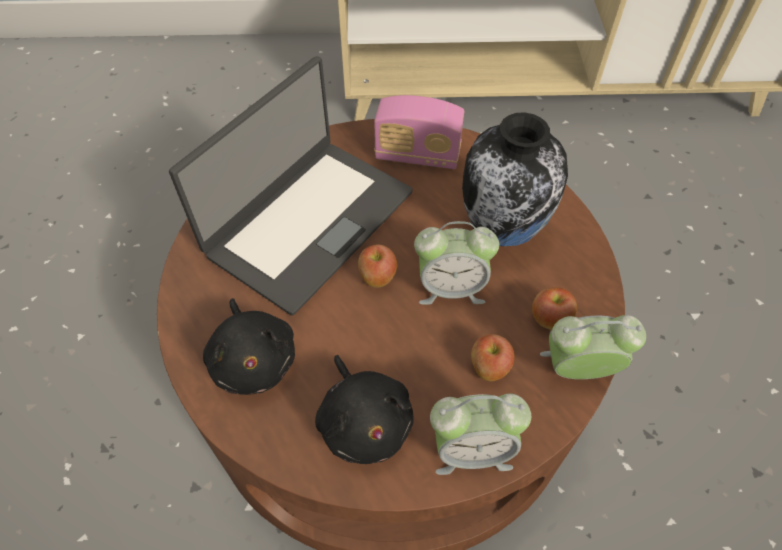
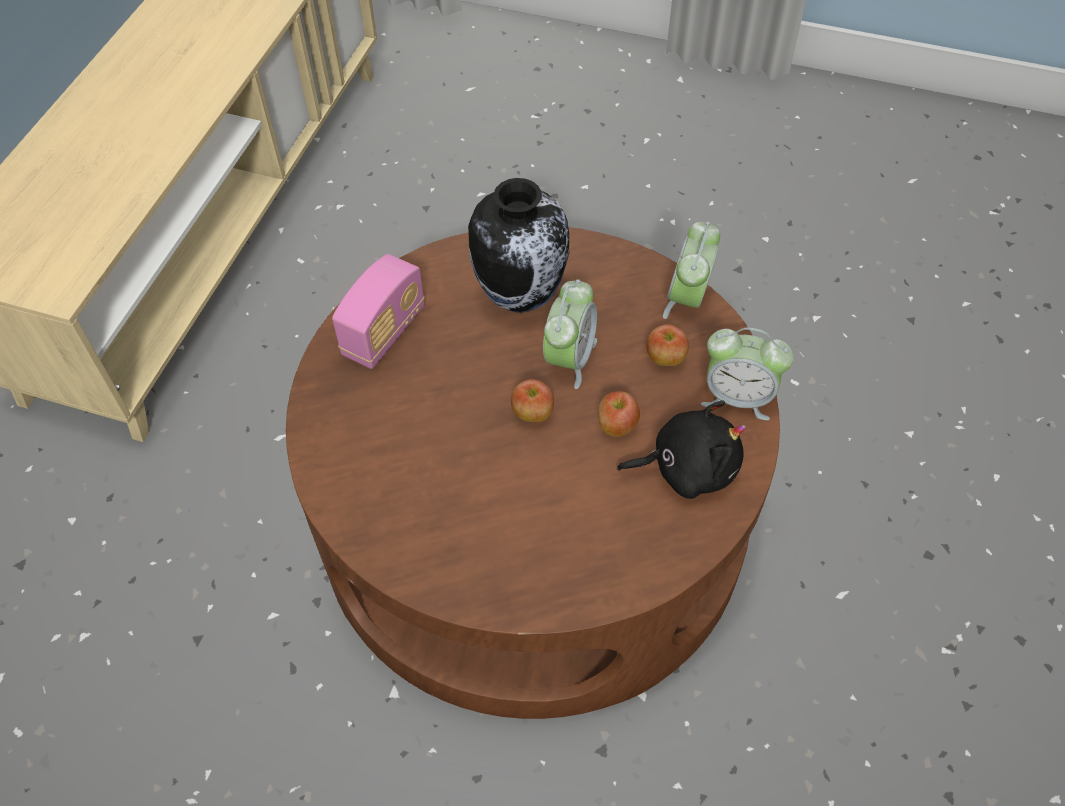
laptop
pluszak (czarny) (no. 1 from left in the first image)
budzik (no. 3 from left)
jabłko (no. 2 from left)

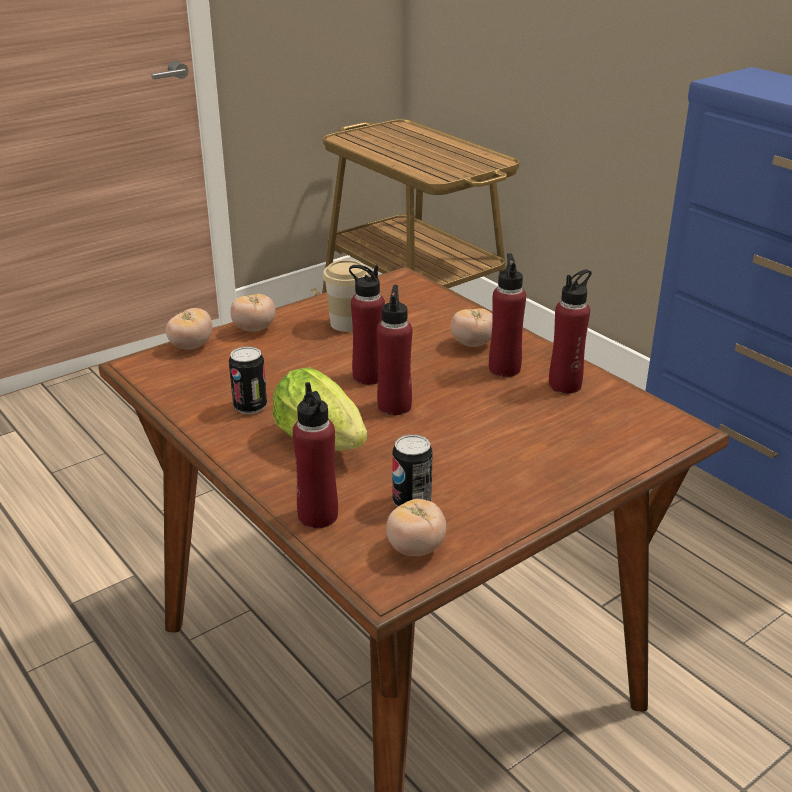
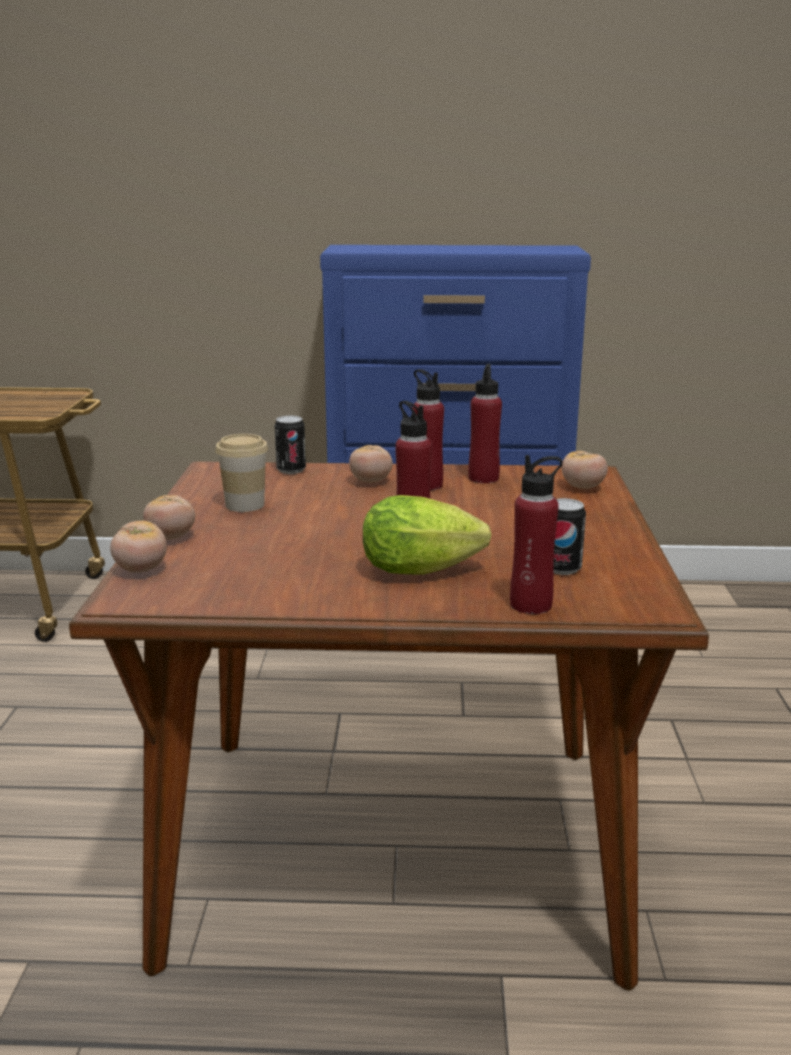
puszka (no. 1 from left)
butelka (czerwony) (no. 2 from left in the first image)
pomidor (no. 4 from left)

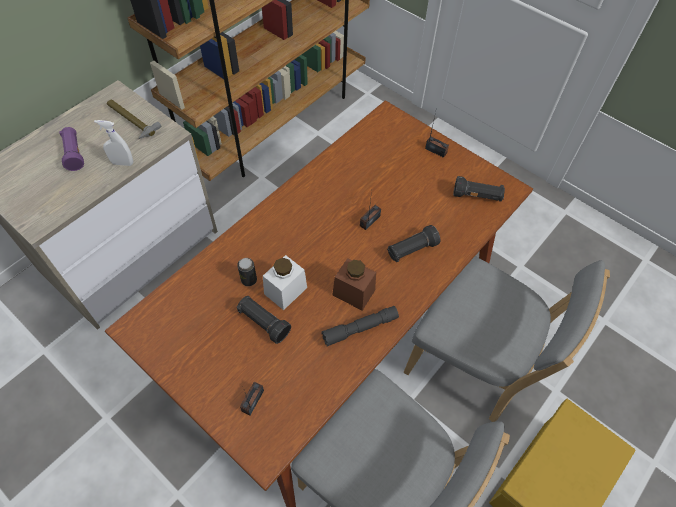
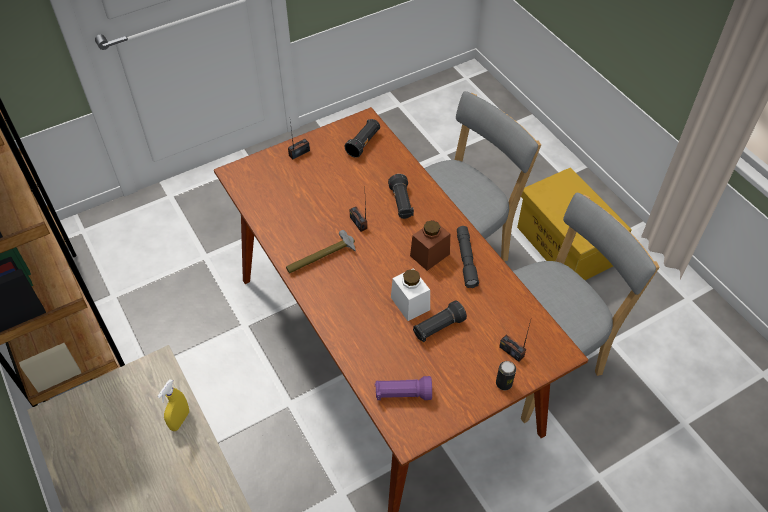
latarka (fioletowy)
spryskiwacz (żółty)
młotek
puszka

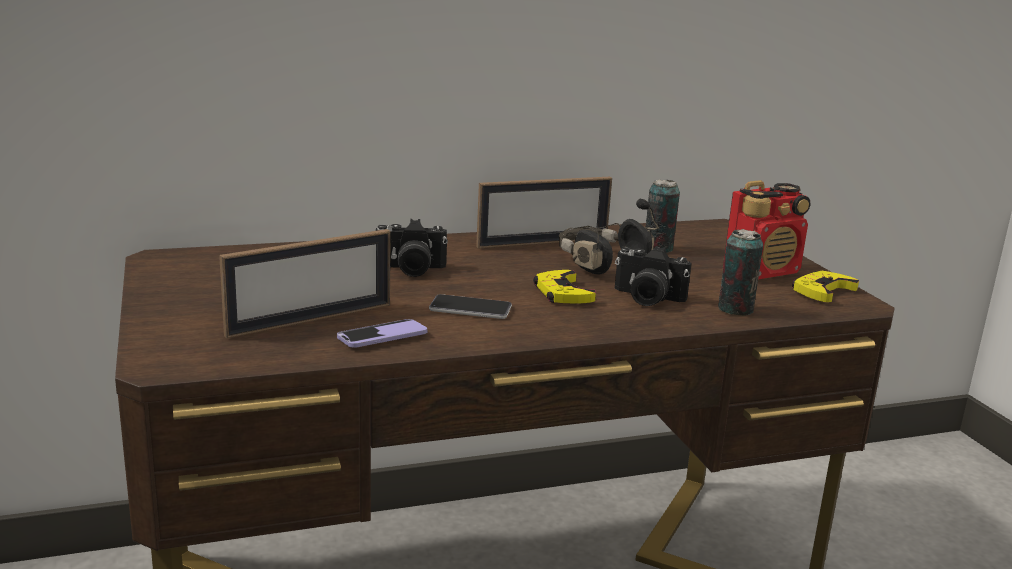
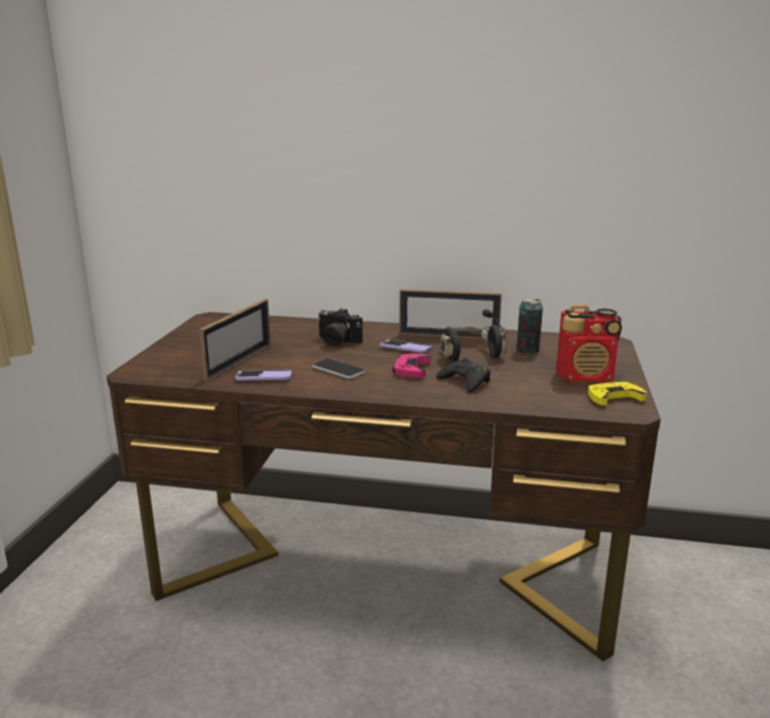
ramka na zdjęcie (no. 1 from left)
pad do gier (różowy)
pad do gier (czarny)
puszka (no. 2 from left in the first image)
telefon (no. 3 from left)

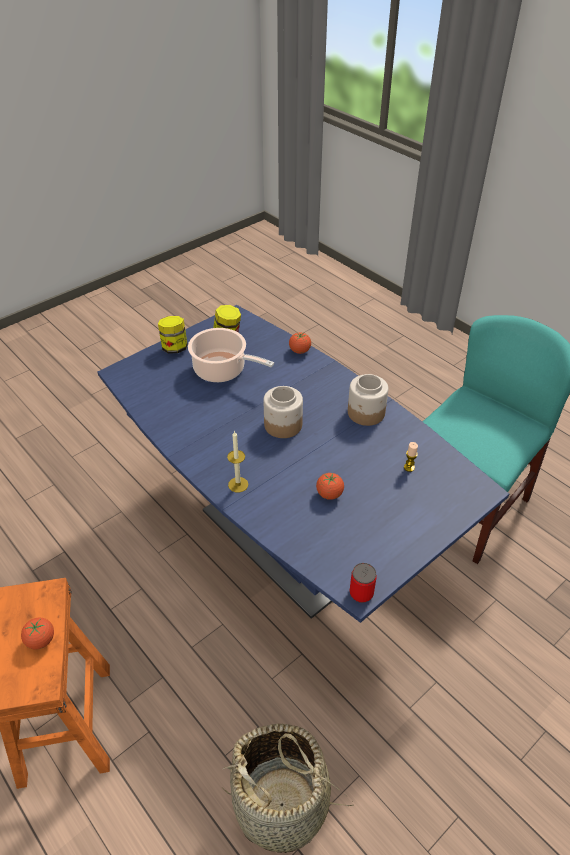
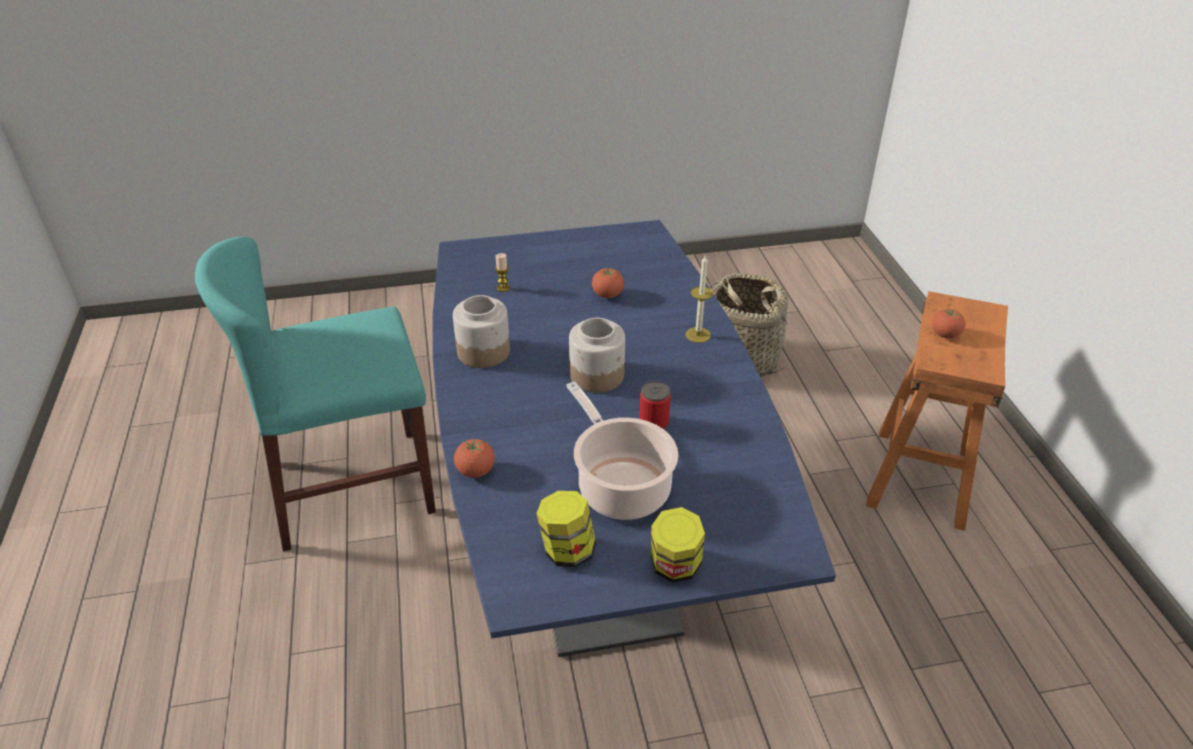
puszka

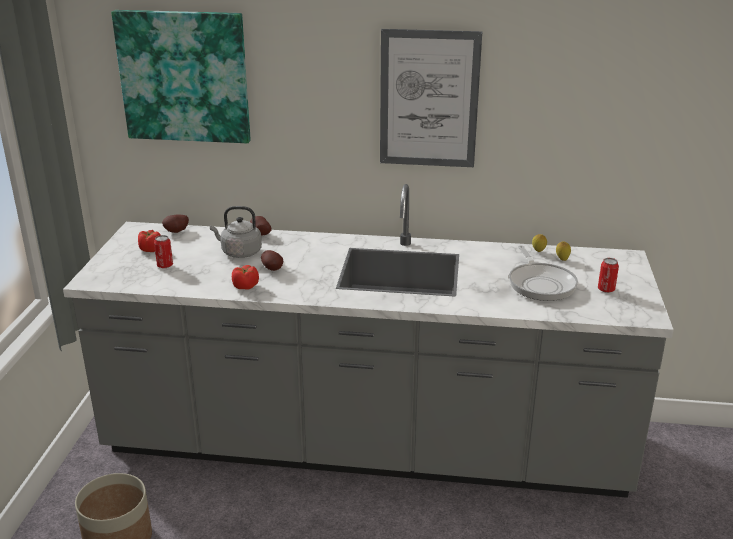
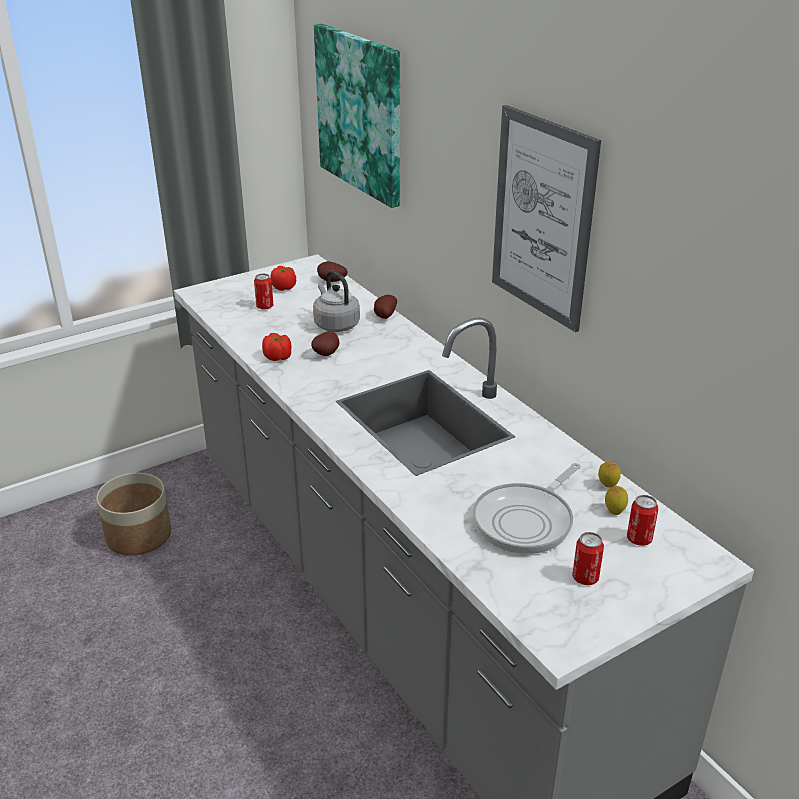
puszka (no. 3 from left)

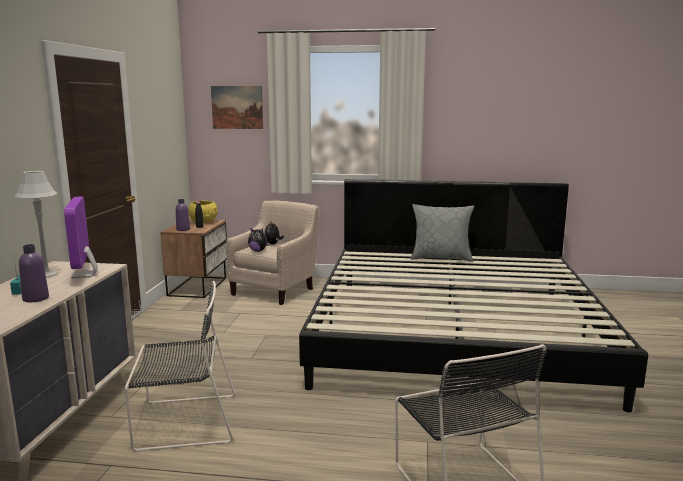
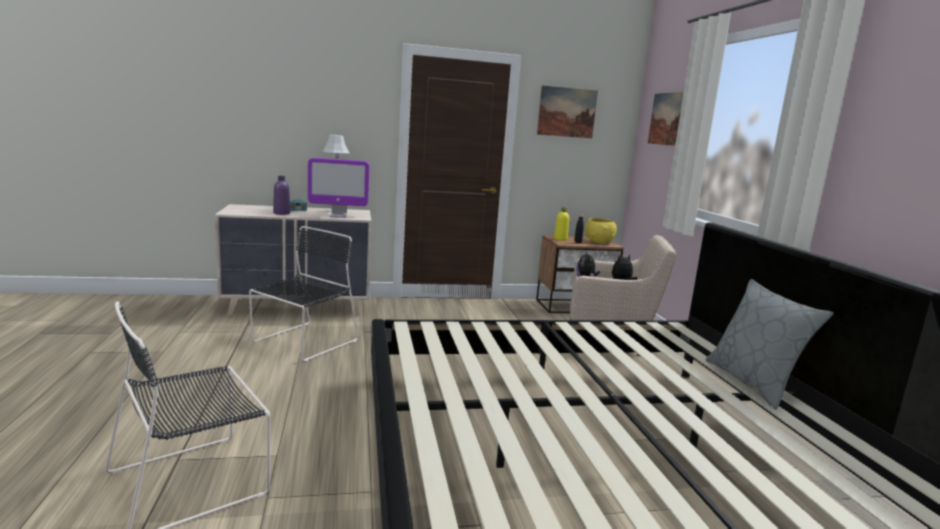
monitor
krzesło (czarny) (no. 2 from left)
butelka (żółty)
obraz (no. 1 from left)

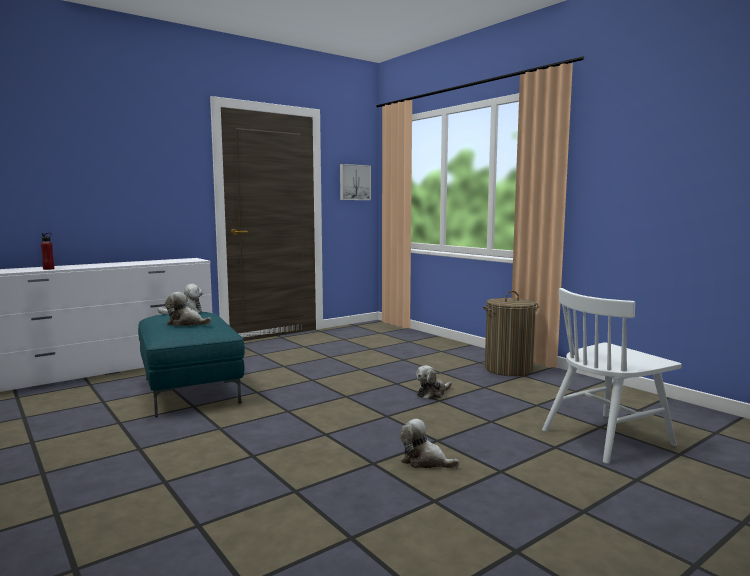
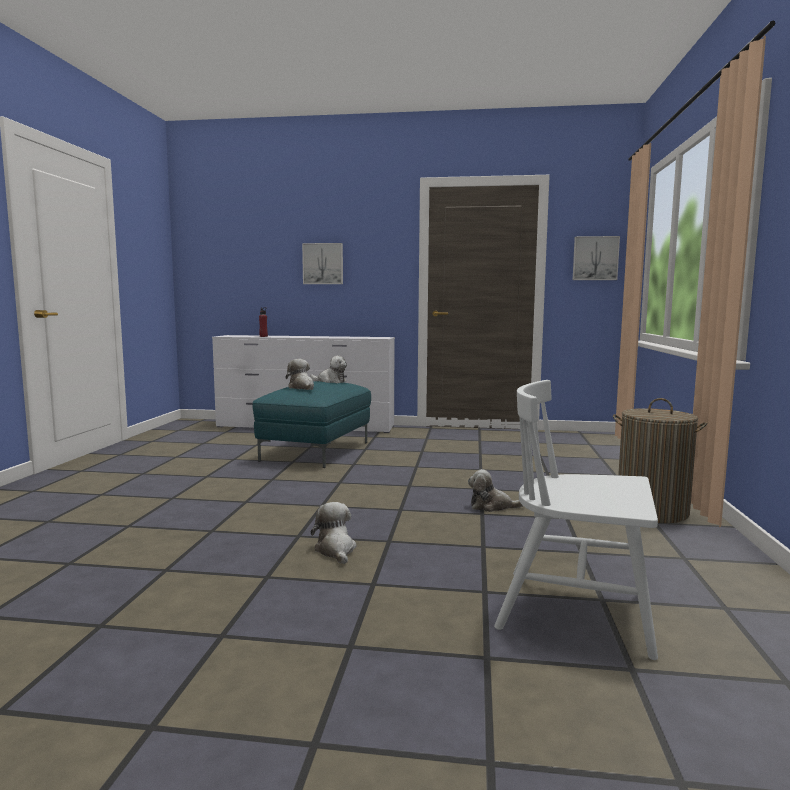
obraz (no. 1 from left)

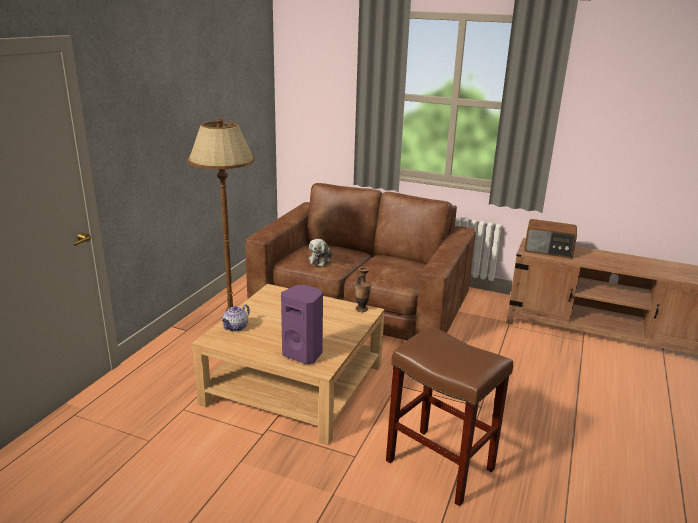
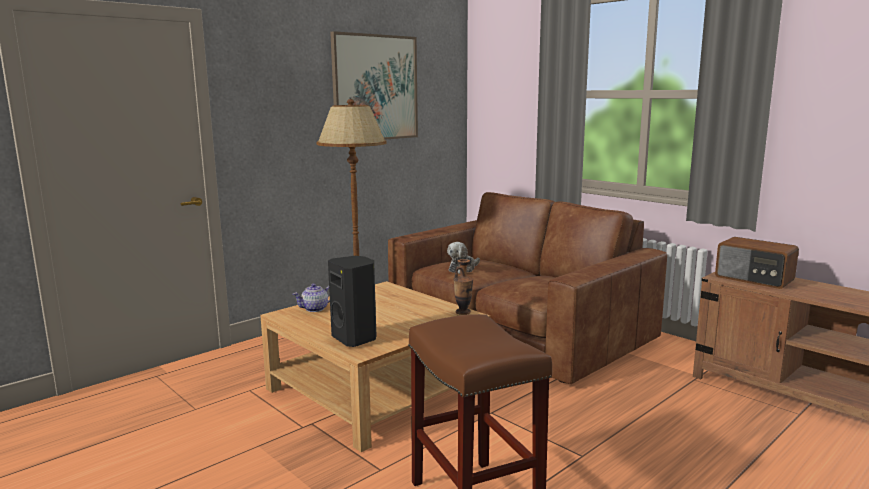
głośnik (czarny)
obraz

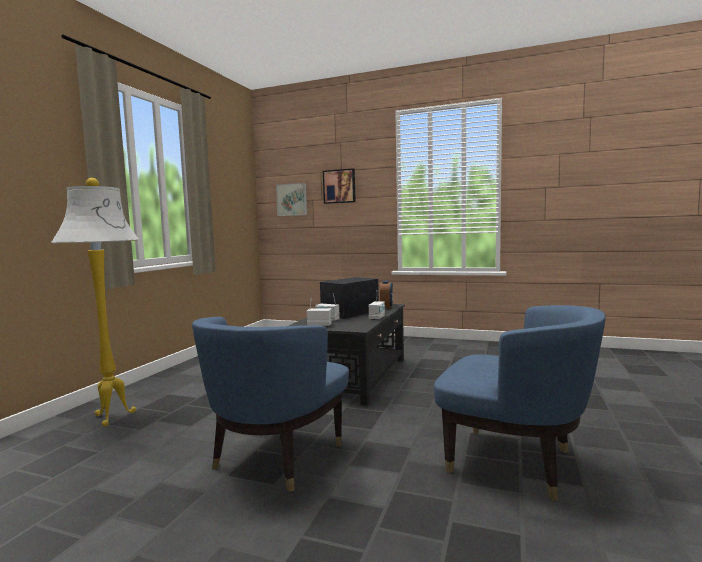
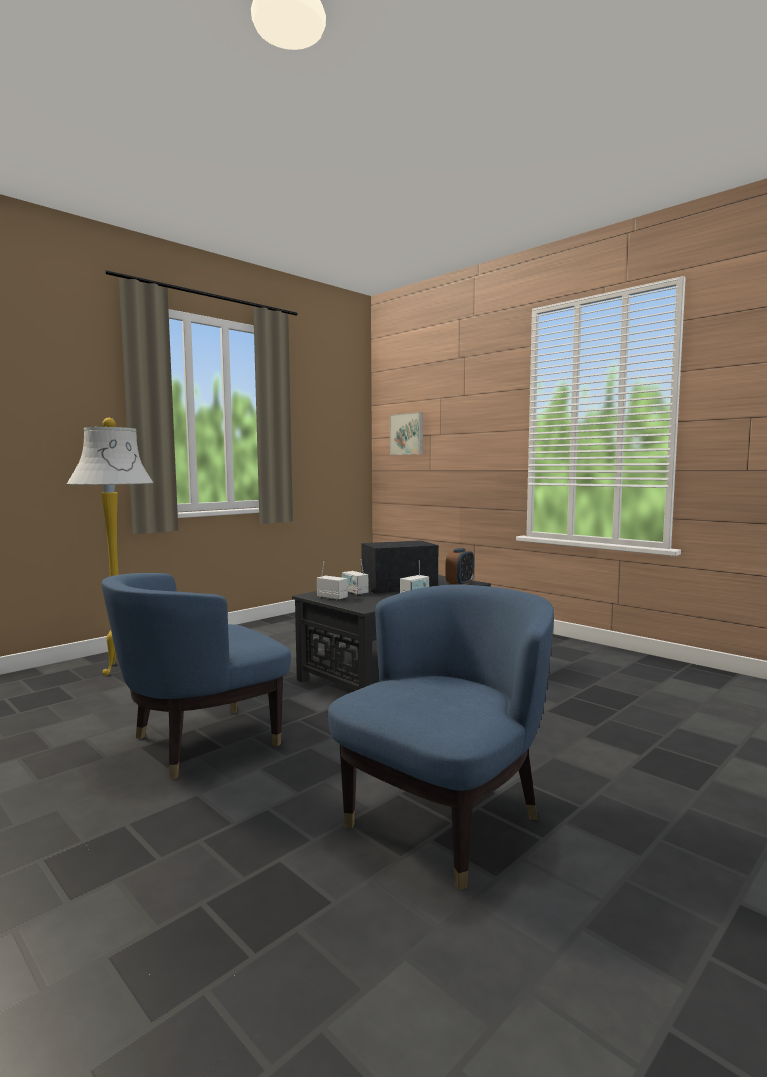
obraz (no. 2 from left in the first image)
fotel (niebieski) (no. 2 from left)

